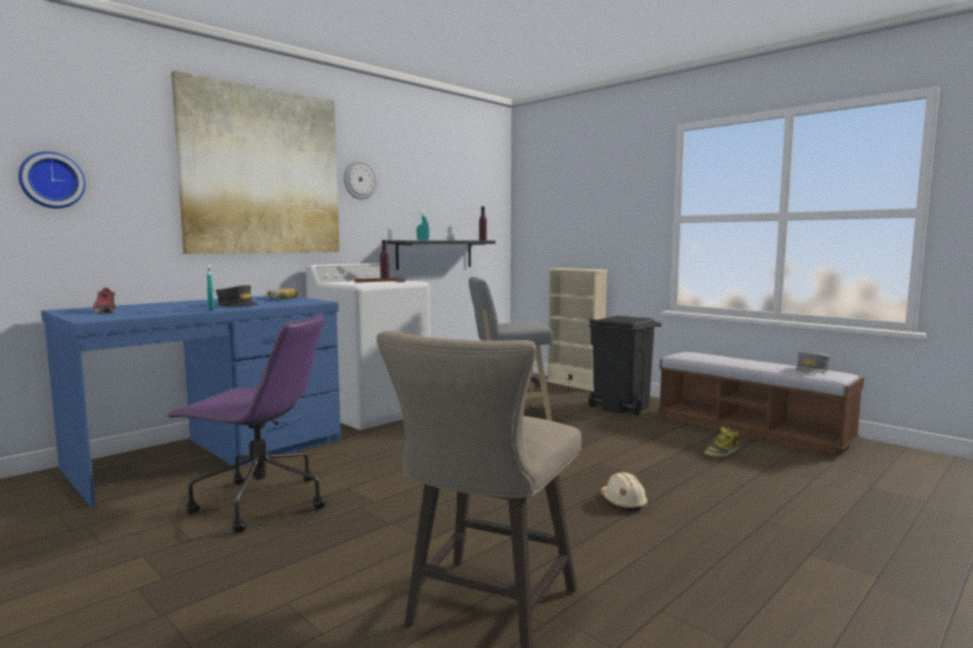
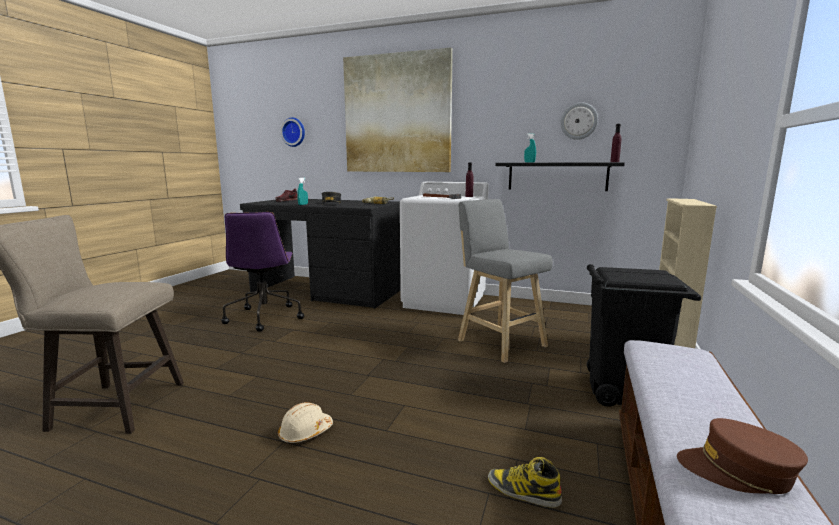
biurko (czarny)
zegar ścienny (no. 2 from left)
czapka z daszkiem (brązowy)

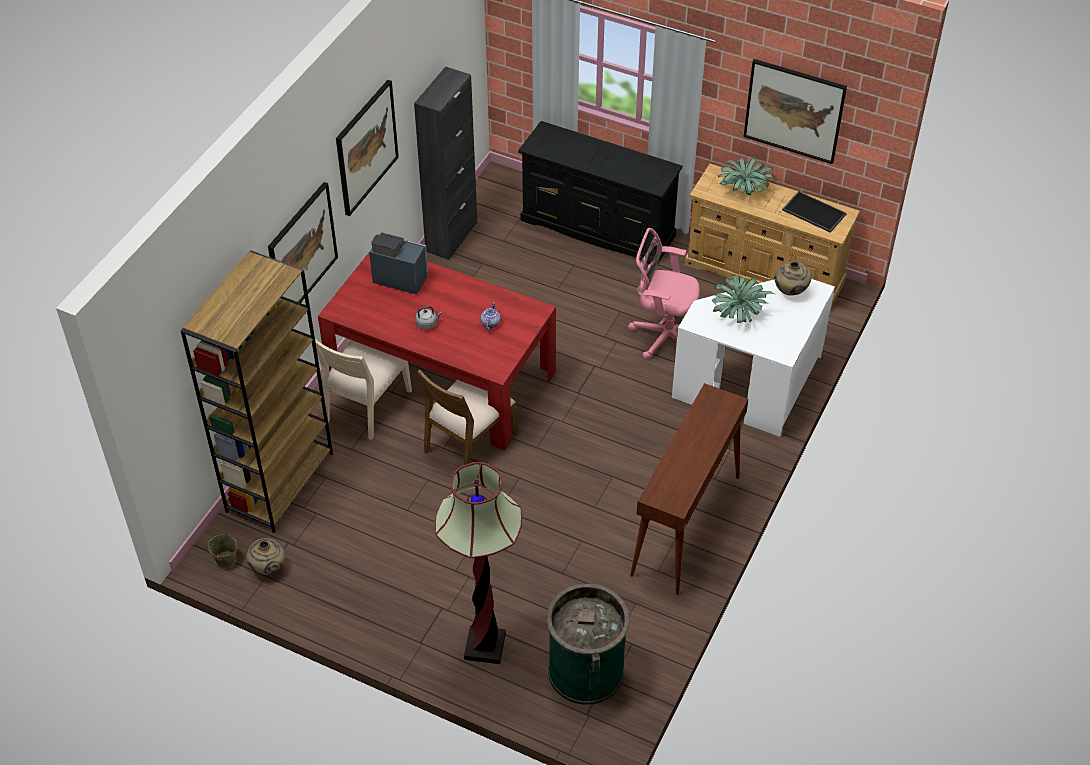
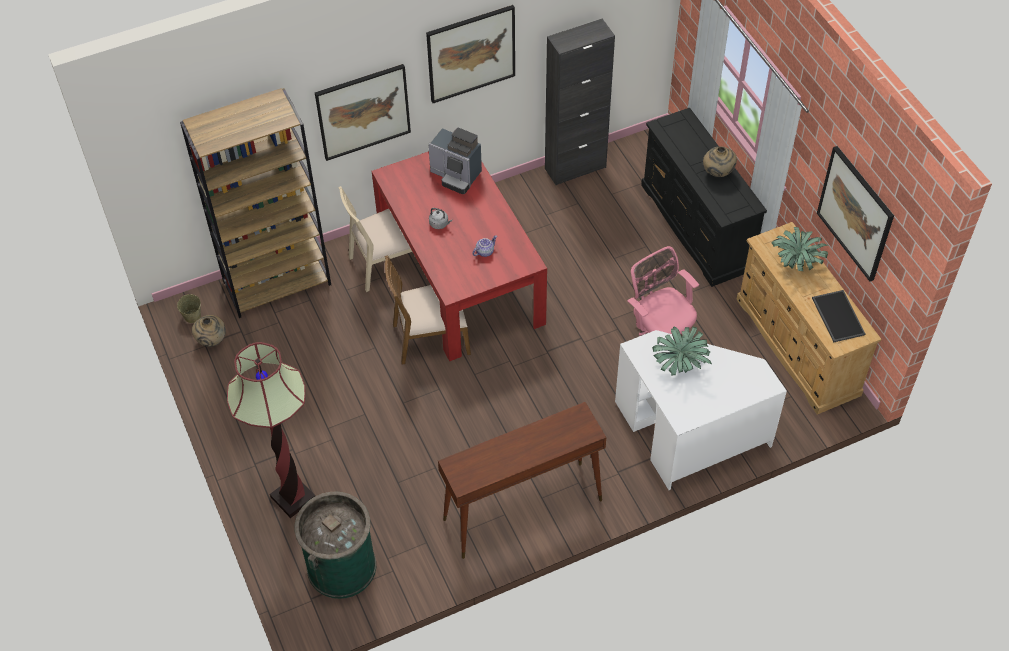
ekspres do kawy
wazon (beżowy) (no. 2 from left)

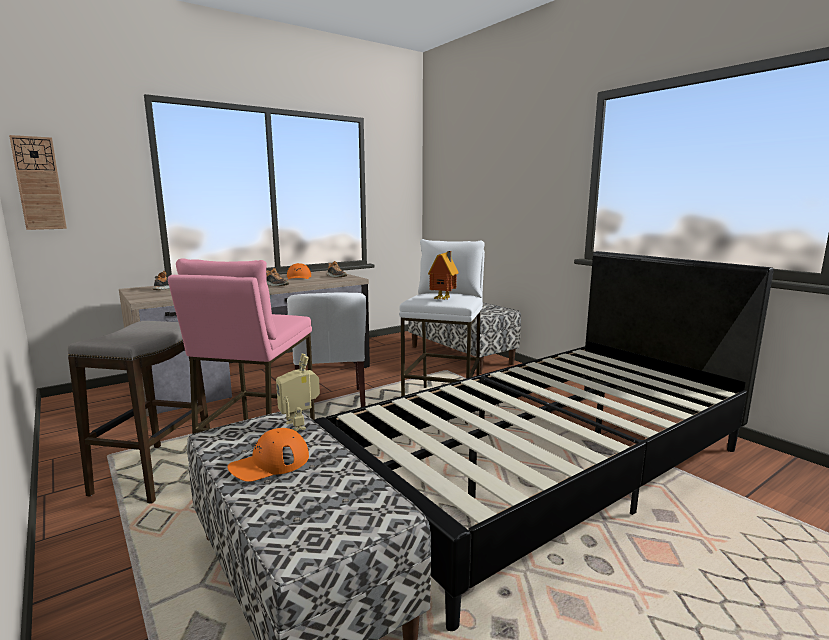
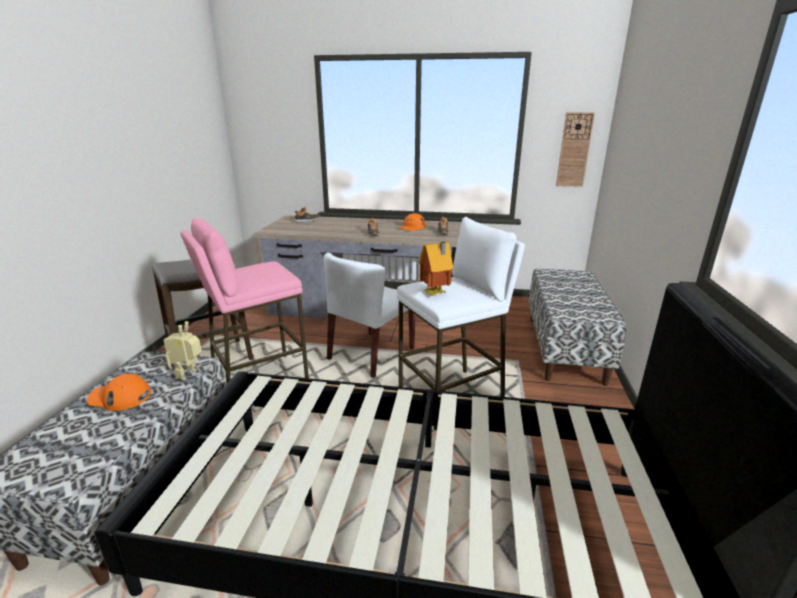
zegar ścienny

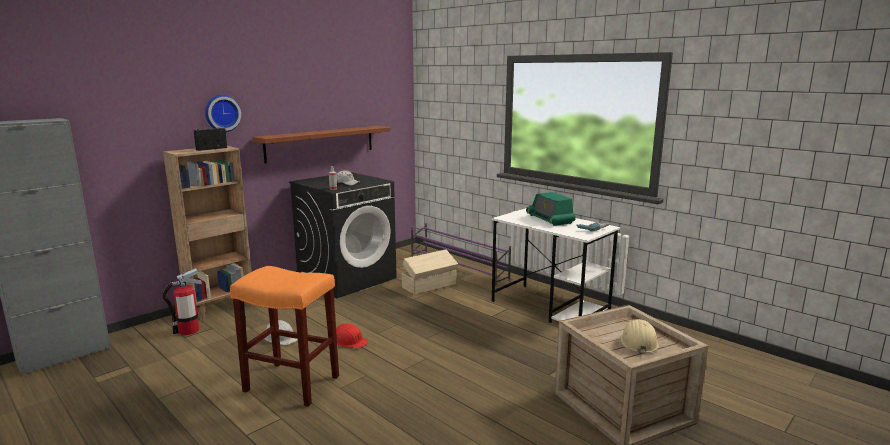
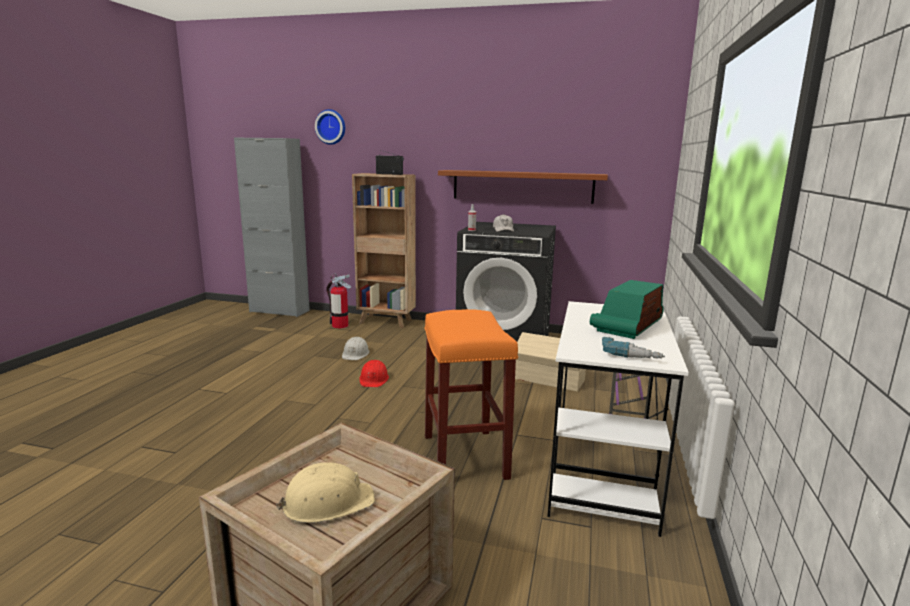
zegar ścienny
stołek (pomarańczowy)

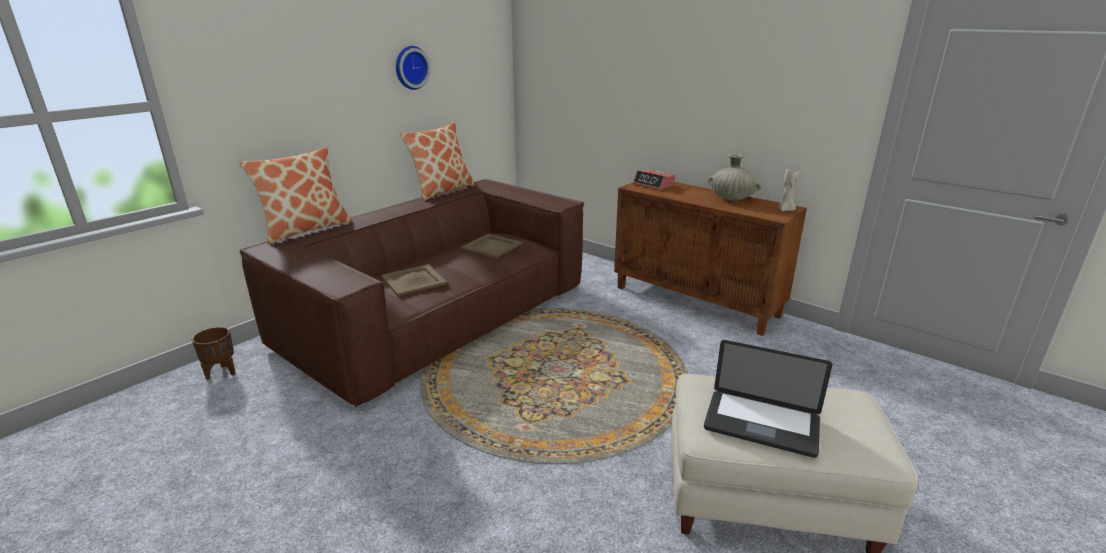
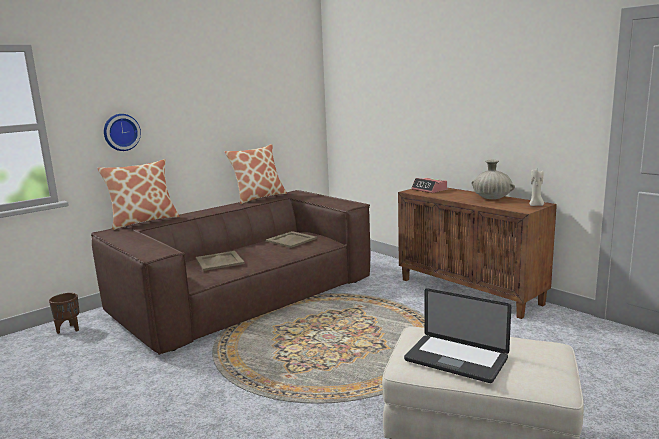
zegar ścienny

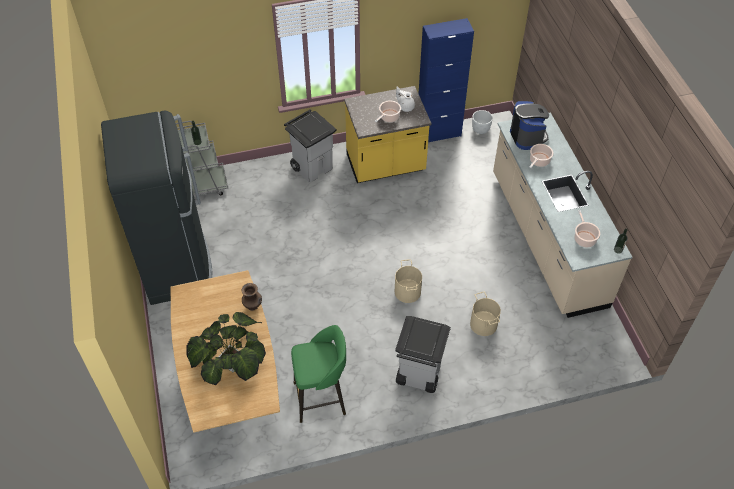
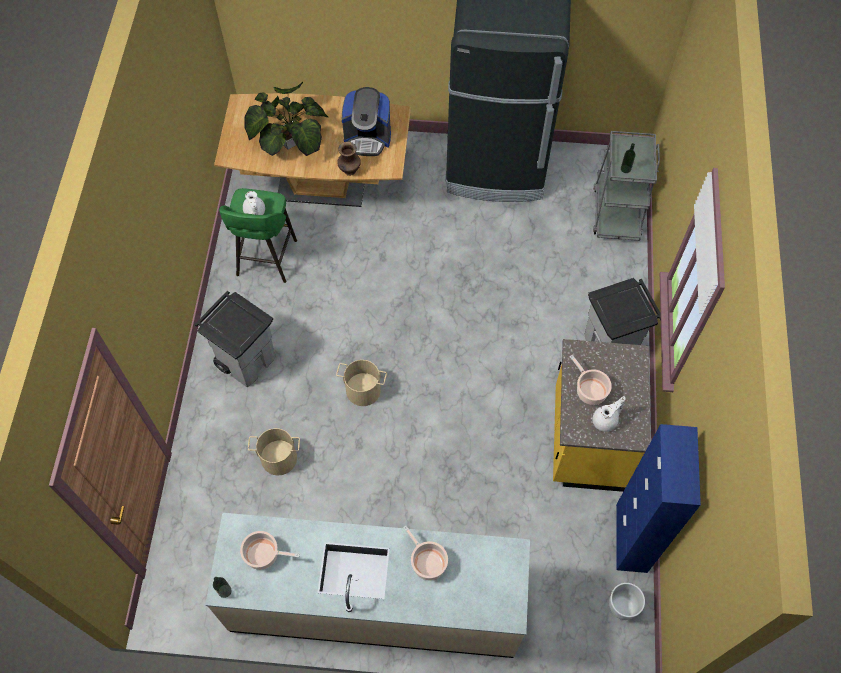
ekspres do kawy
imbryk (biały) (no. 1 from left)

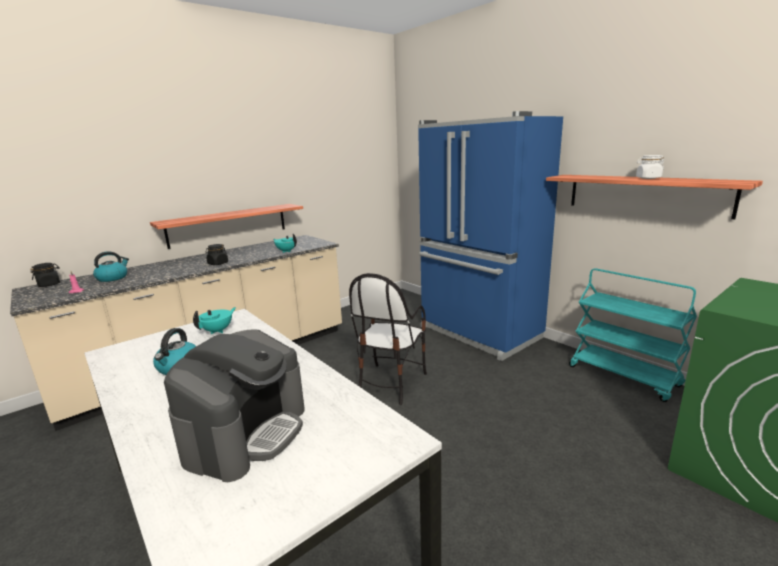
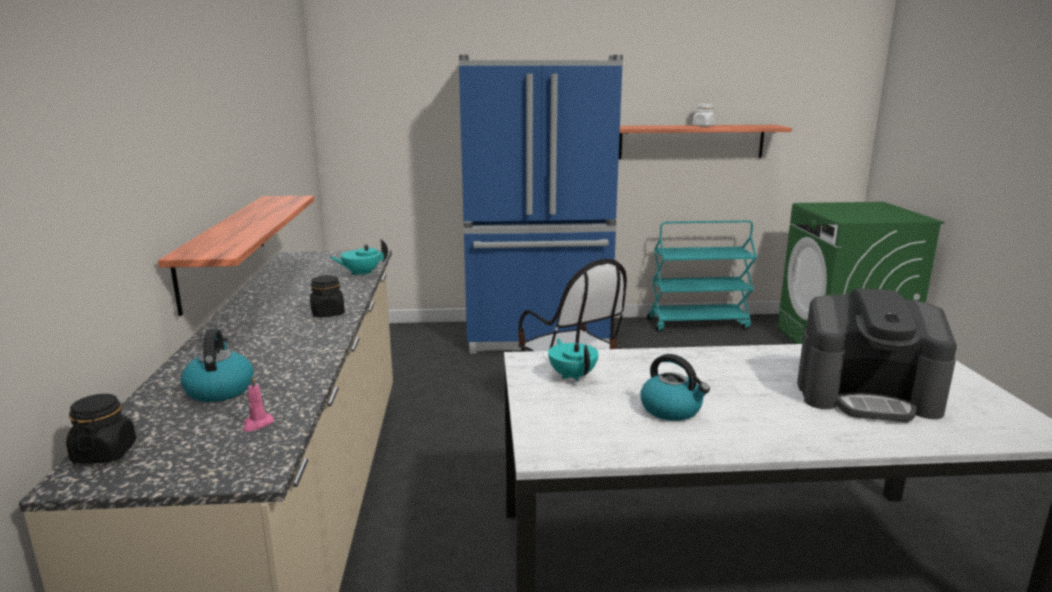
ekspres do kawy

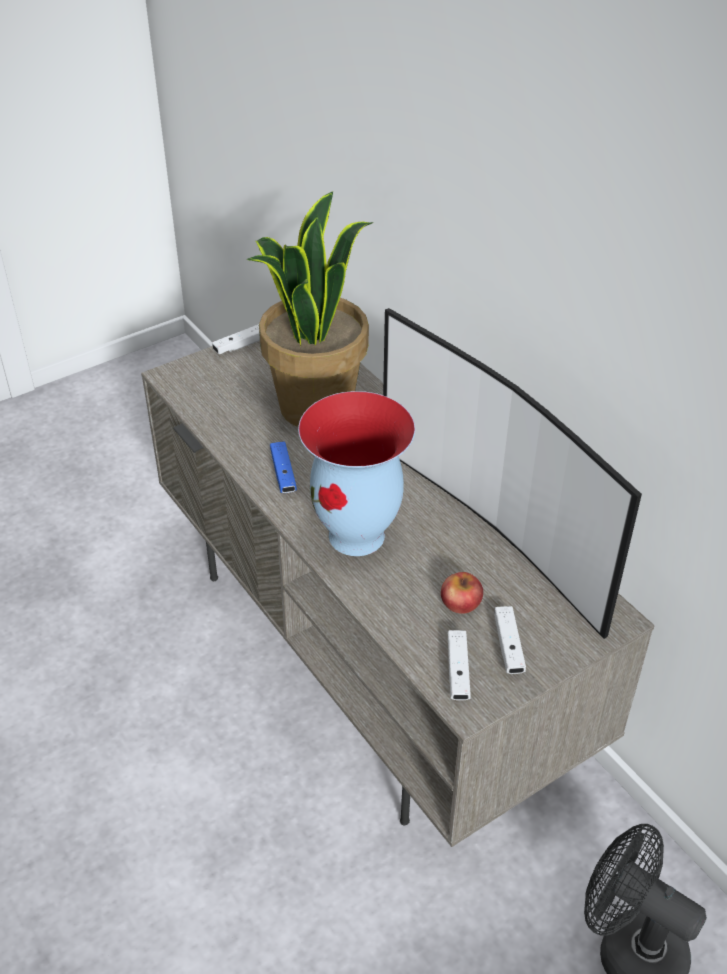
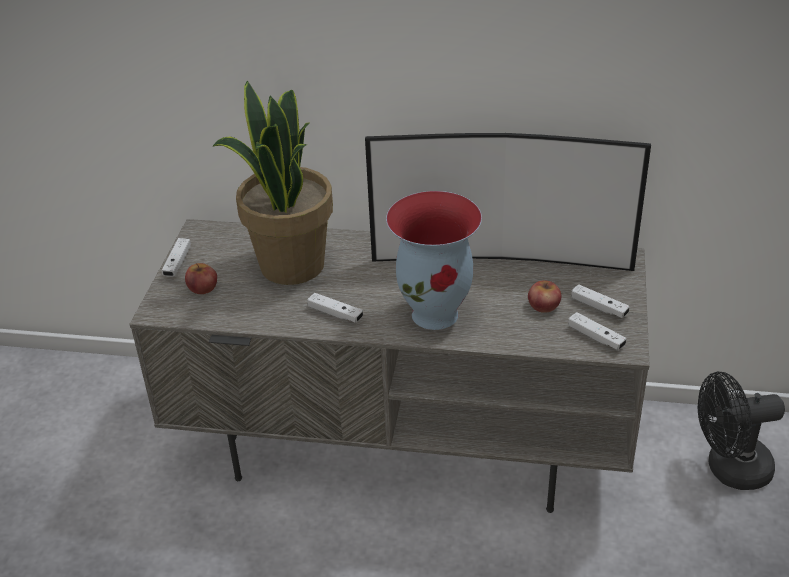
pad do gier (biały) (no. 2 from left)
jabłko (no. 1 from left)

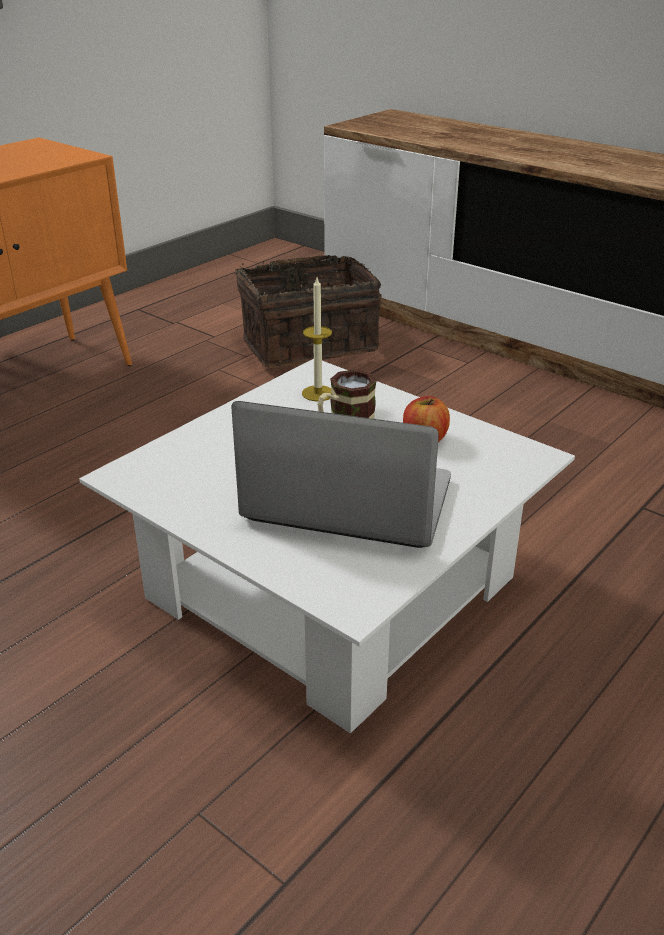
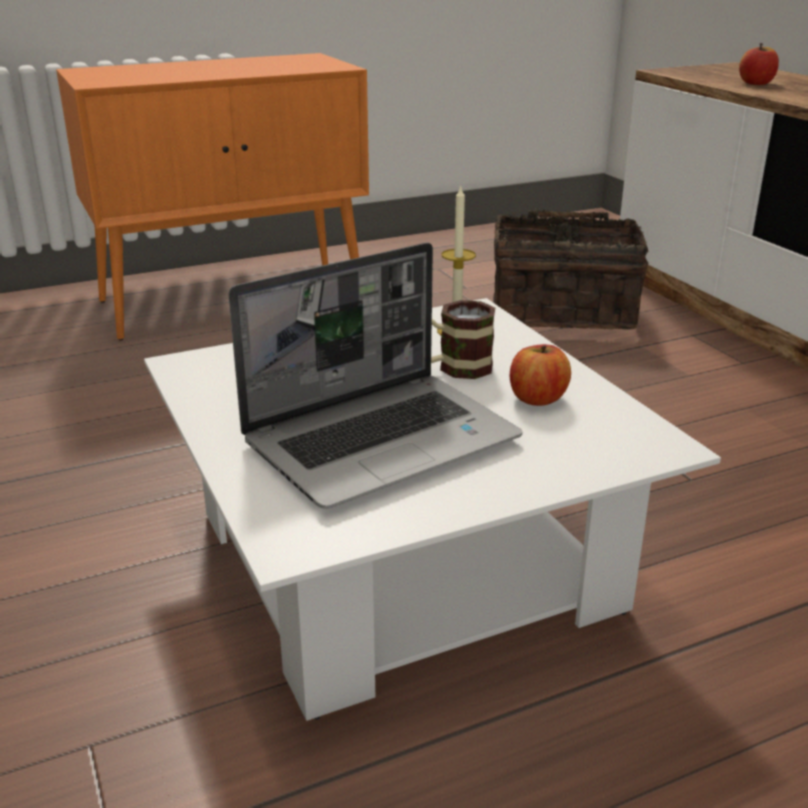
laptop
jabłko (no. 2 from left)

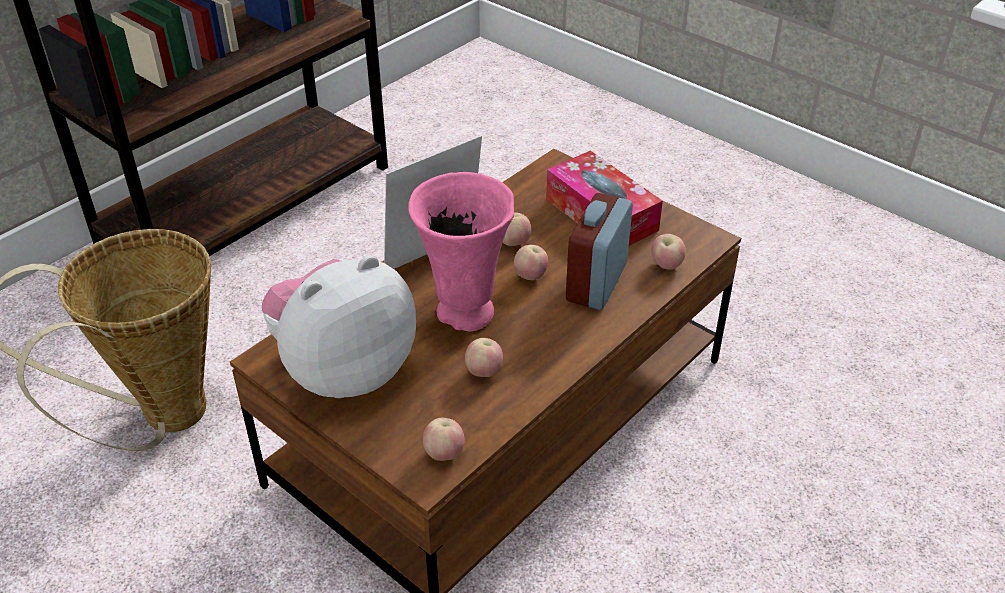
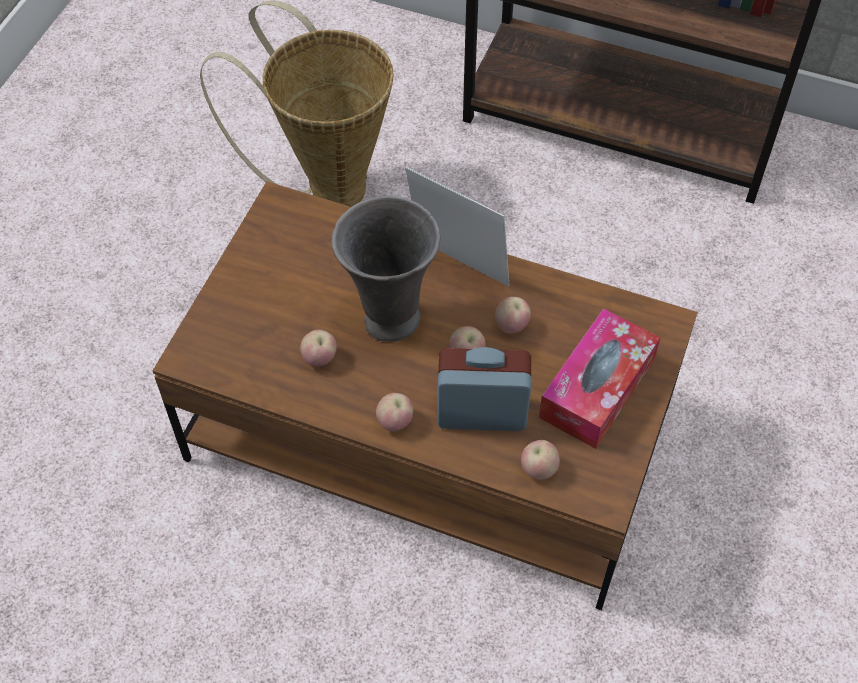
pluszak
wazon (szary)
jabłko (no. 2 from left)

